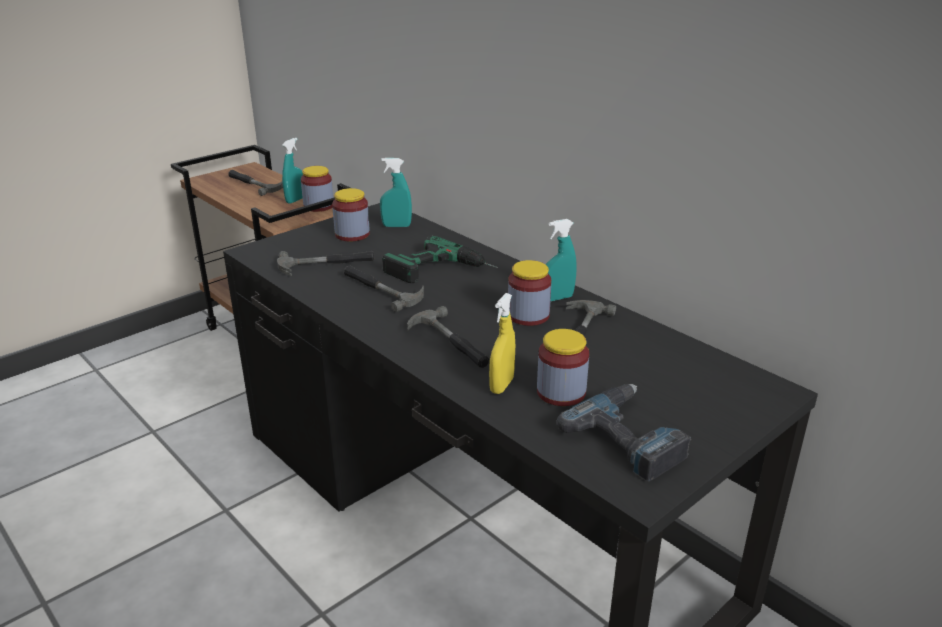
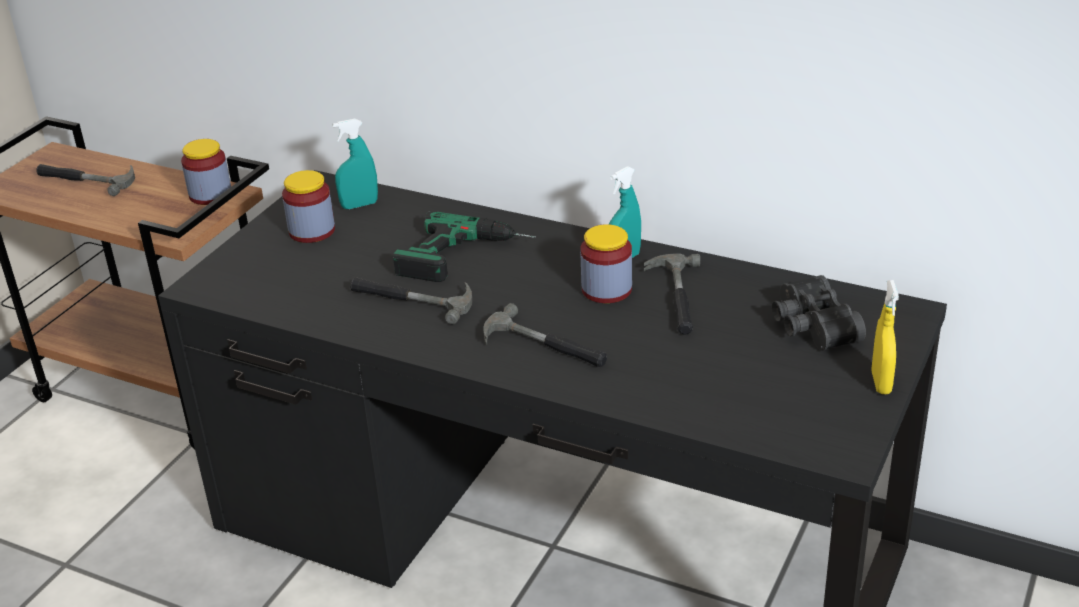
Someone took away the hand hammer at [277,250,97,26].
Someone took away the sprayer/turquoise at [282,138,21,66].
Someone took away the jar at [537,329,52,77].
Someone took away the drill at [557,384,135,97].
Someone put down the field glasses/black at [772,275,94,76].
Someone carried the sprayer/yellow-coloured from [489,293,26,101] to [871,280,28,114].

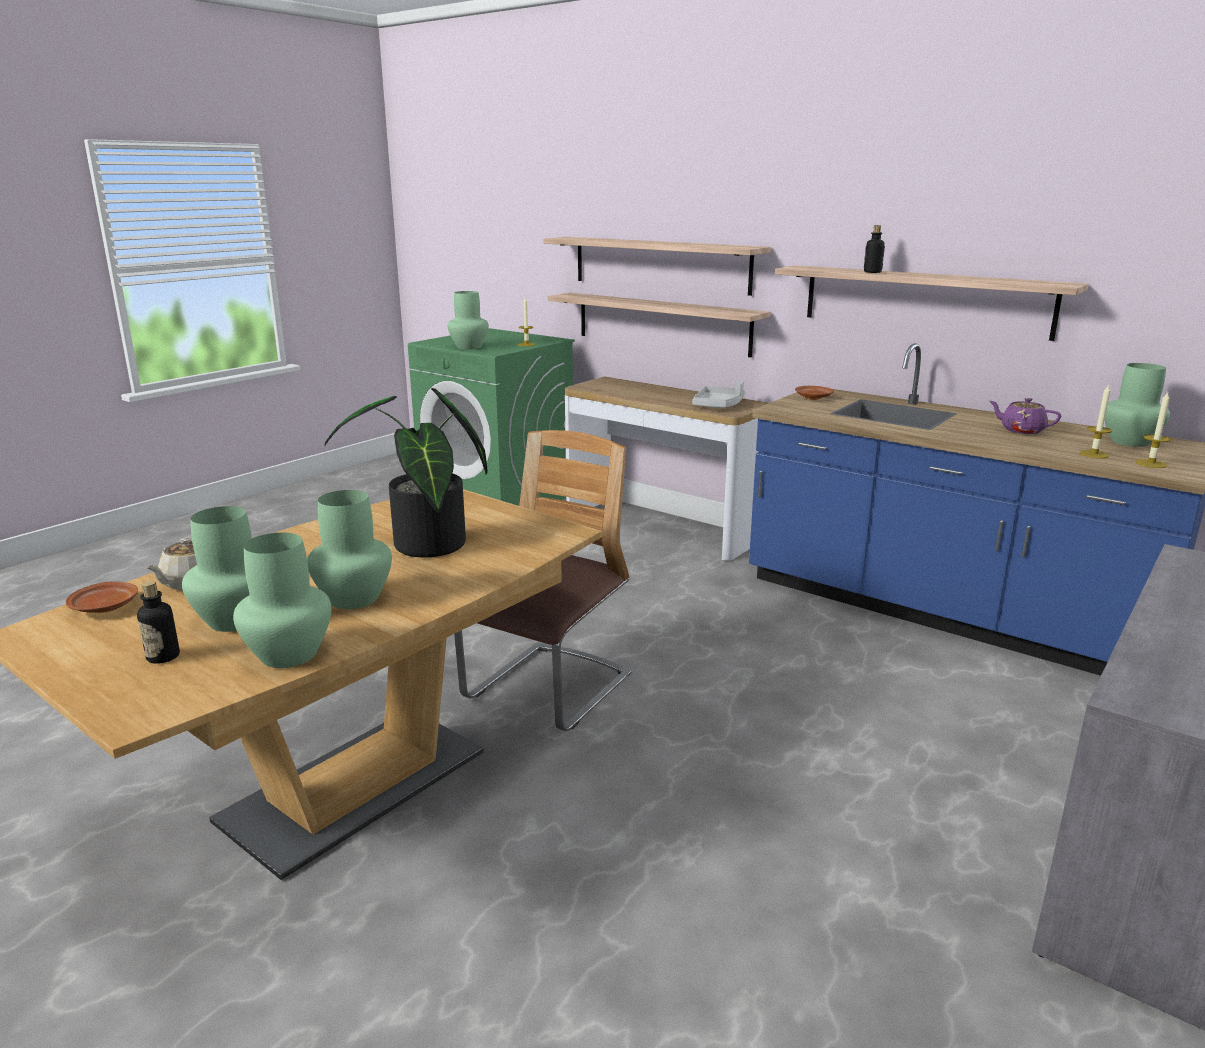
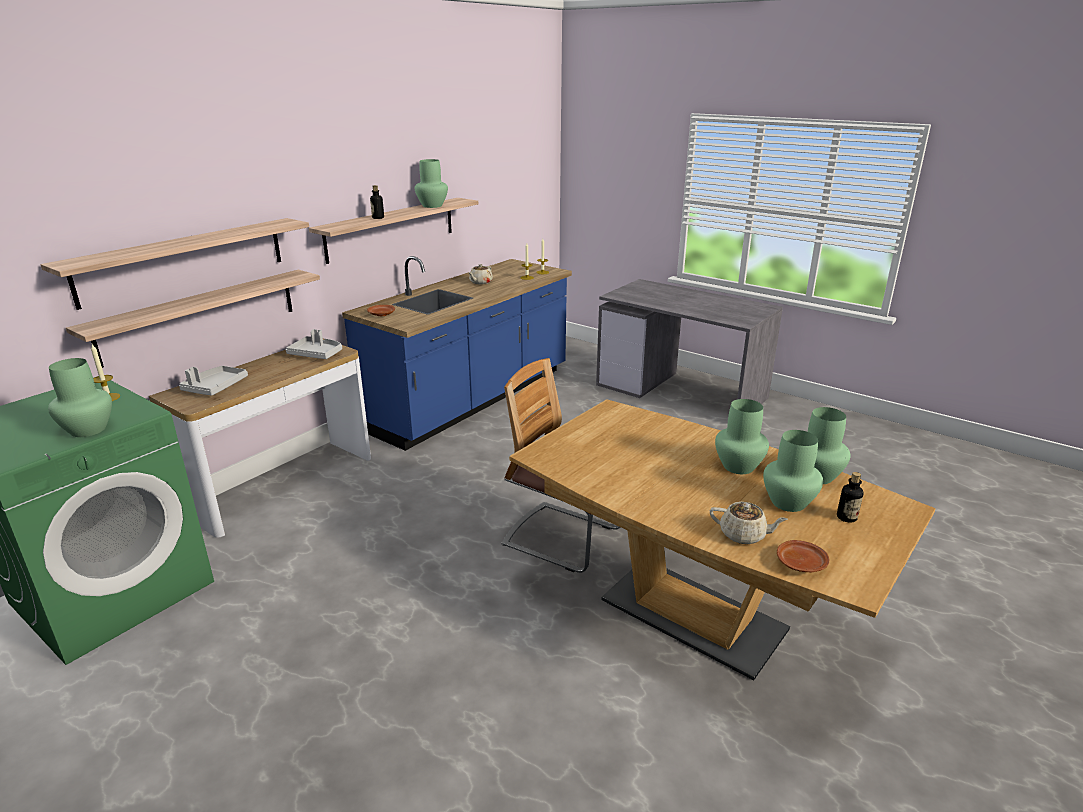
Someone took away the houseplant at [324,388,163,169].
Someone put down the serving tray/grey at [179,366,69,30].
Someone carried the vase/green from [1104,363,66,84] to [415,159,33,49].
Someone repainted the tea pot/purplish at [989,398,72,36], which became the tea pot/beige-coloured at [469,264,24,20].

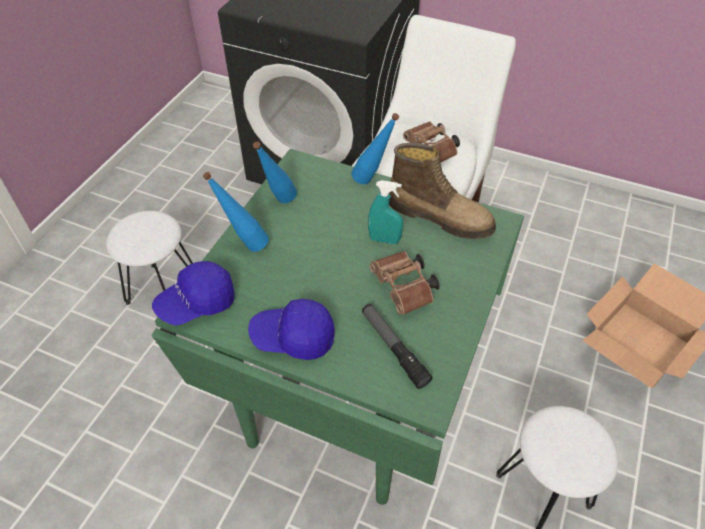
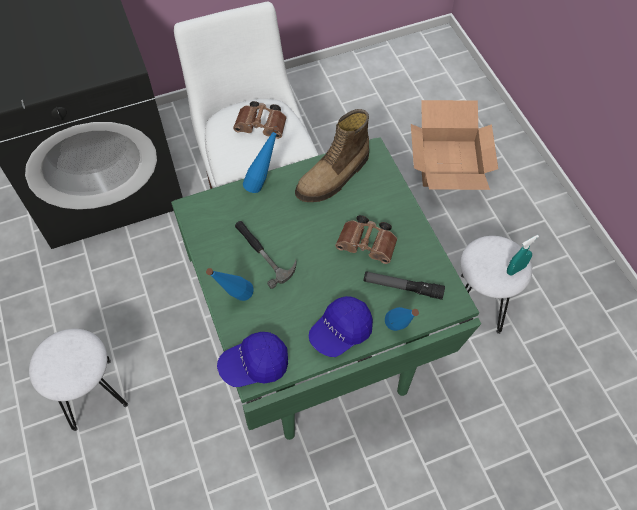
Someone put down the hand hammer at [235,221,62,68].
Someone carried the beverage bottle/bluish from [253,142,44,61] to [385,307,34,24].
Someone carried the sprayer/turquoise from [368,180,35,64] to [507,235,32,41].
Someone rotated the baseball cap/bluish at [152,261,83,64] by 60 degrees clockwise.
Someone rotated the high-top boot at [389,143,107,96] by 150 degrees clockwise.

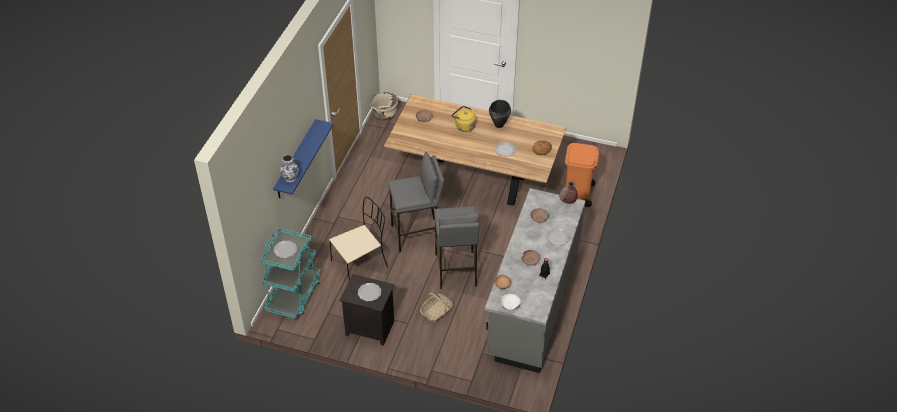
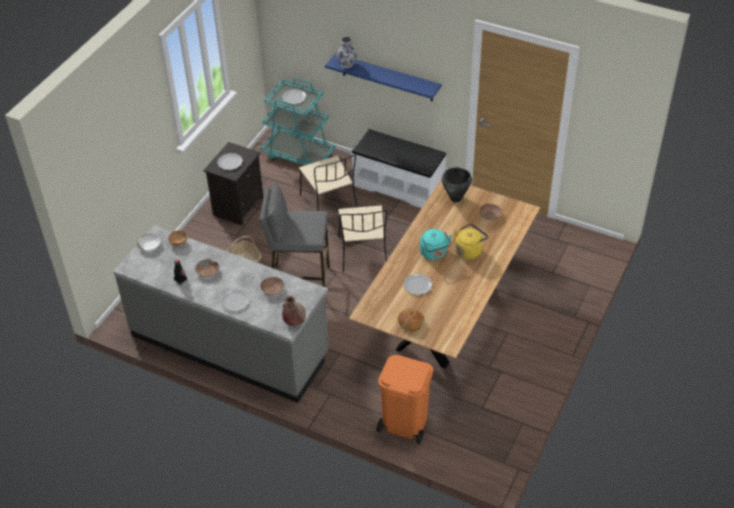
Someone took away the planter/beige-coloured at [370,92,28,28].
Someone put down the bench/whitish at [351,129,95,79].
Someone put down the water kettle/turquoise at [420,229,32,31].
Someone carried the cooking pot/black from [489,100,22,28] to [442,167,30,35].
Someone swapped the sitting stool/grey at [388,152,56,100] for the upright chair/beige-coloured at [338,205,49,67].

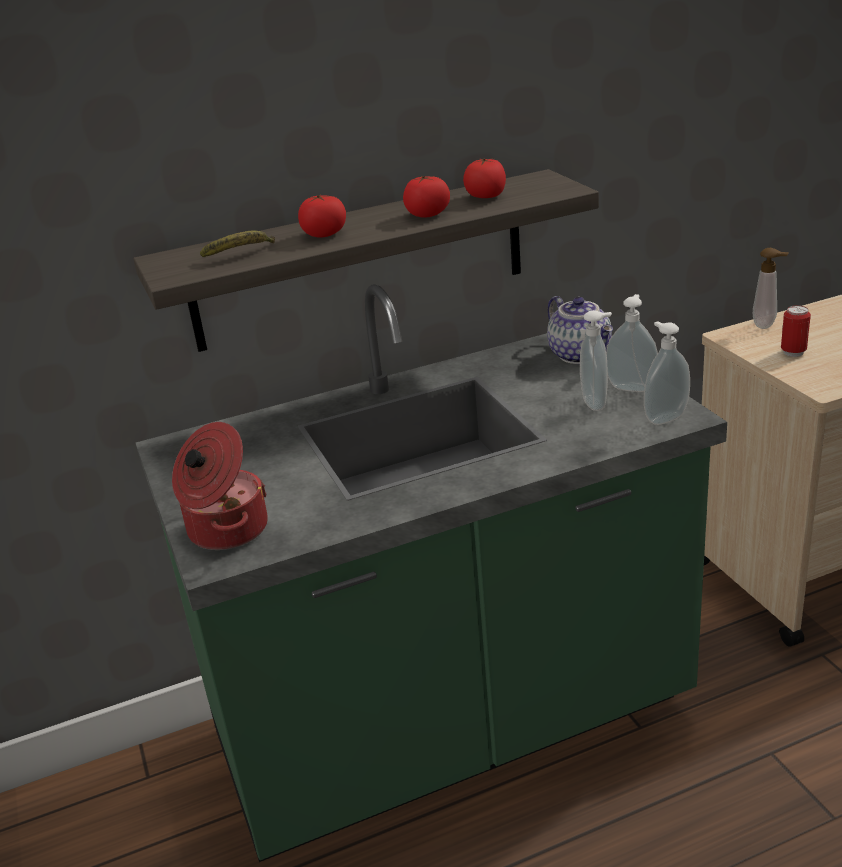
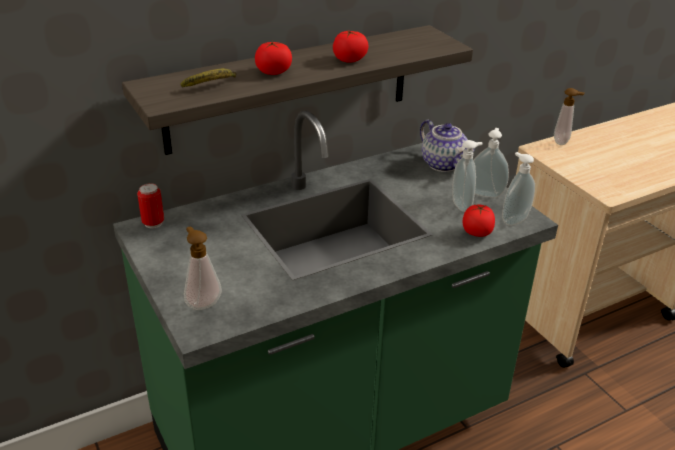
Someone carried the tomato from [463,158,43,40] to [463,204,32,33].
Someone carried the can from [781,305,30,52] to [137,183,27,46].
Someone swapped the cooking pot at [172,422,96,128] for the soap dispenser at [184,226,38,84].

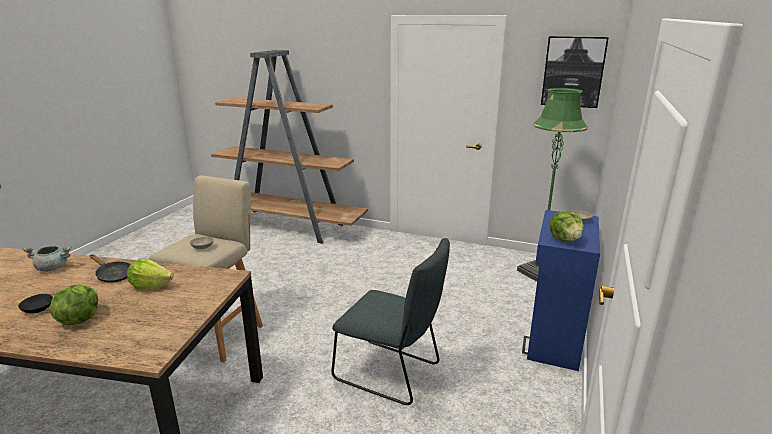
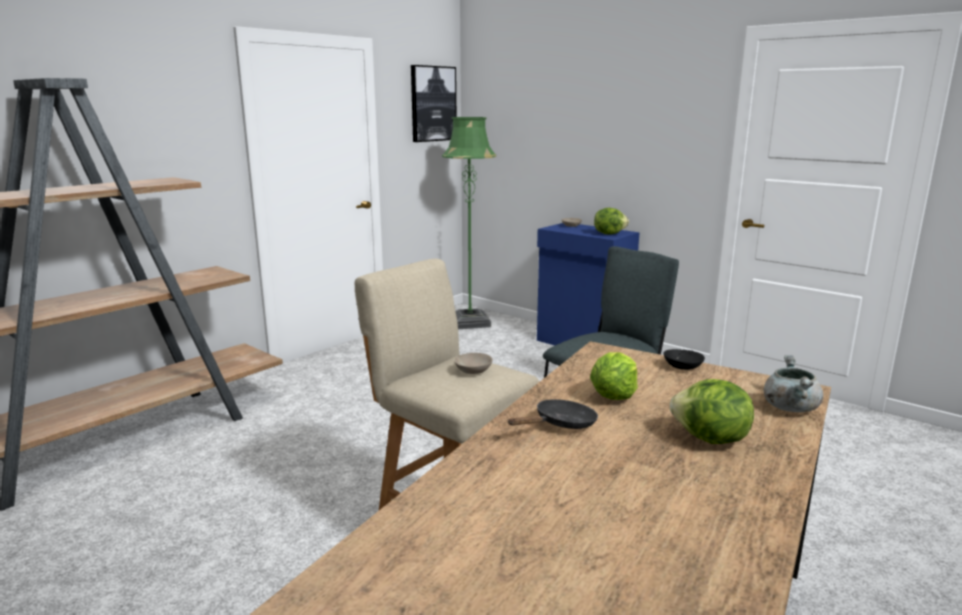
Someone carried the bowl/black from [18,294,35,19] to [664,349,41,21].
Someone carried the cooking pot/grey from [23,246,49,26] to [764,355,59,57].

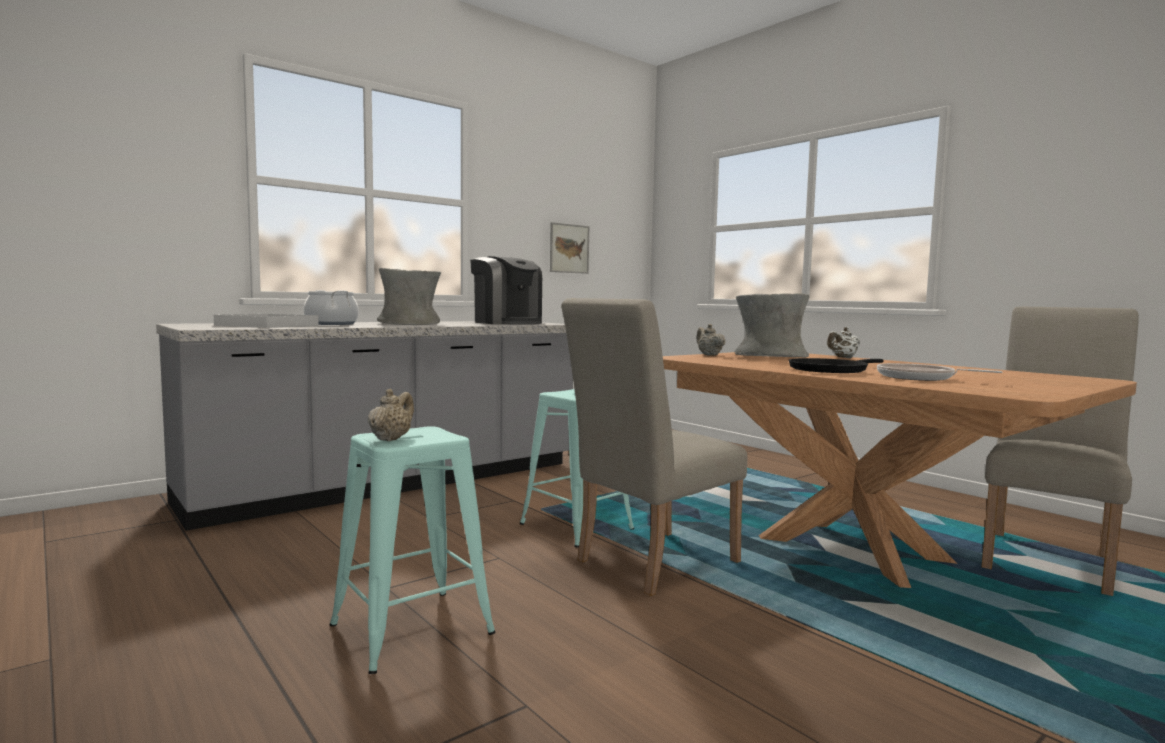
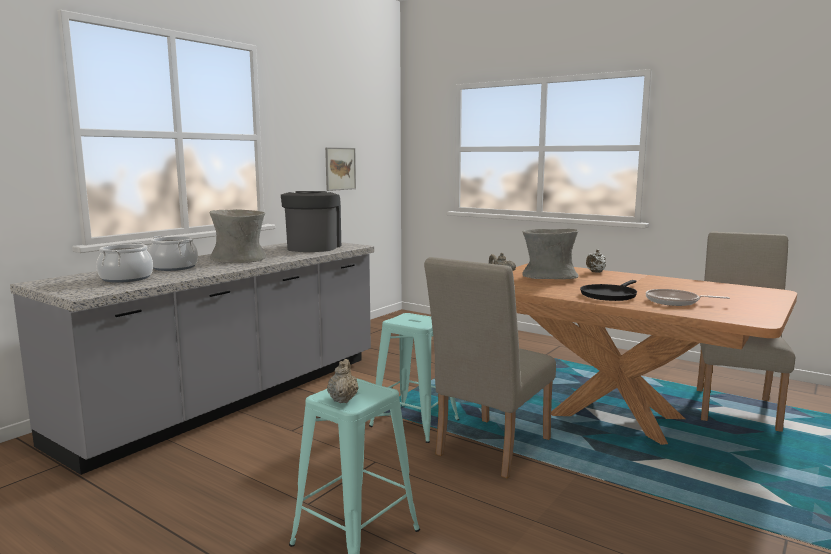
Someone swapped the serving tray/whitish at [214,314,105,14] for the cooking pot at [96,242,57,41].
Someone rotated the coffee maker at [470,256,72,69] by 120 degrees counterclockwise.

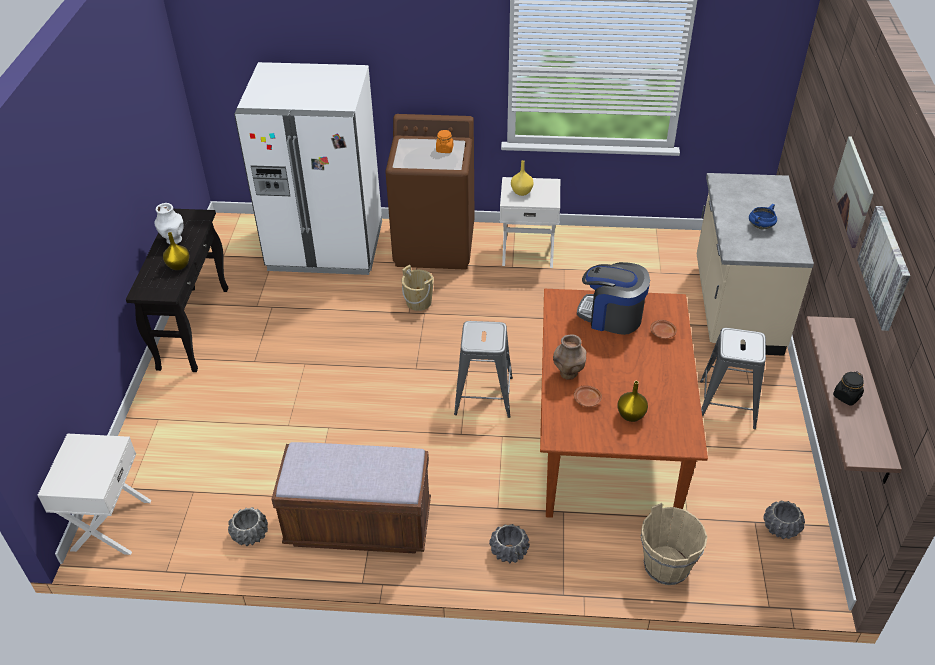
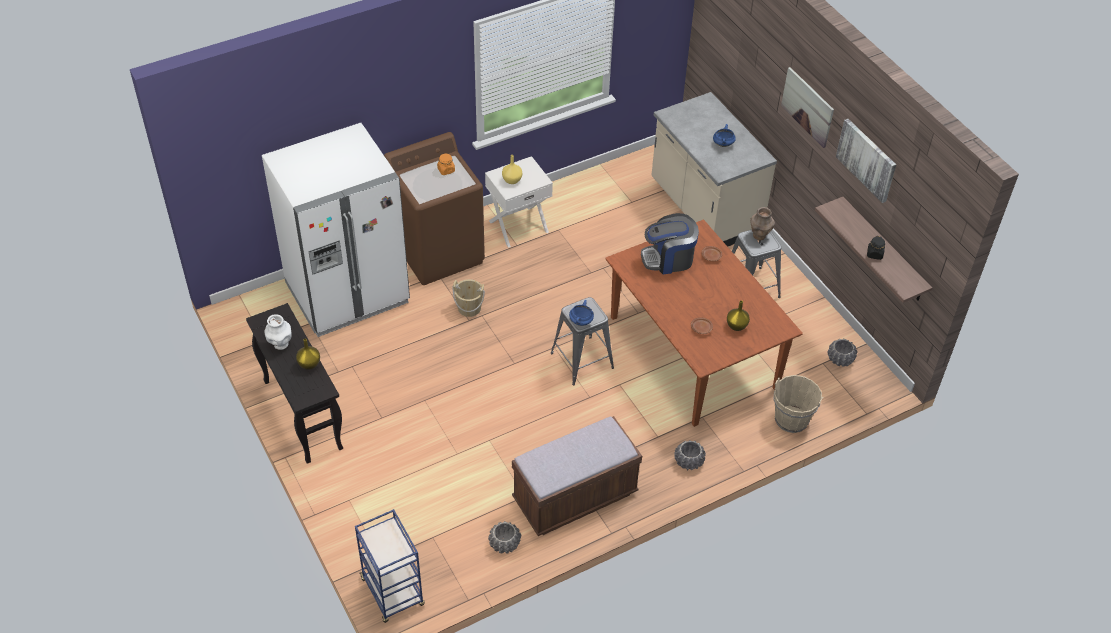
Someone put down the cooking pot/bluish at [569,300,25,26].
Someone carried the vase/brown from [553,334,33,46] to [750,207,25,33].
Someone swapped the nightstand/whitish at [37,433,114,122] for the trolley/bluish at [355,509,70,114].

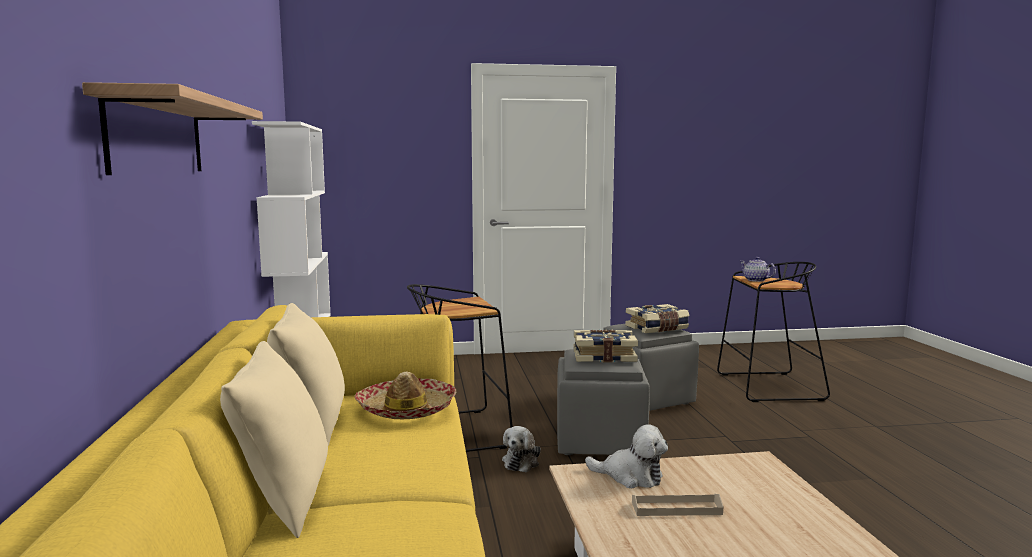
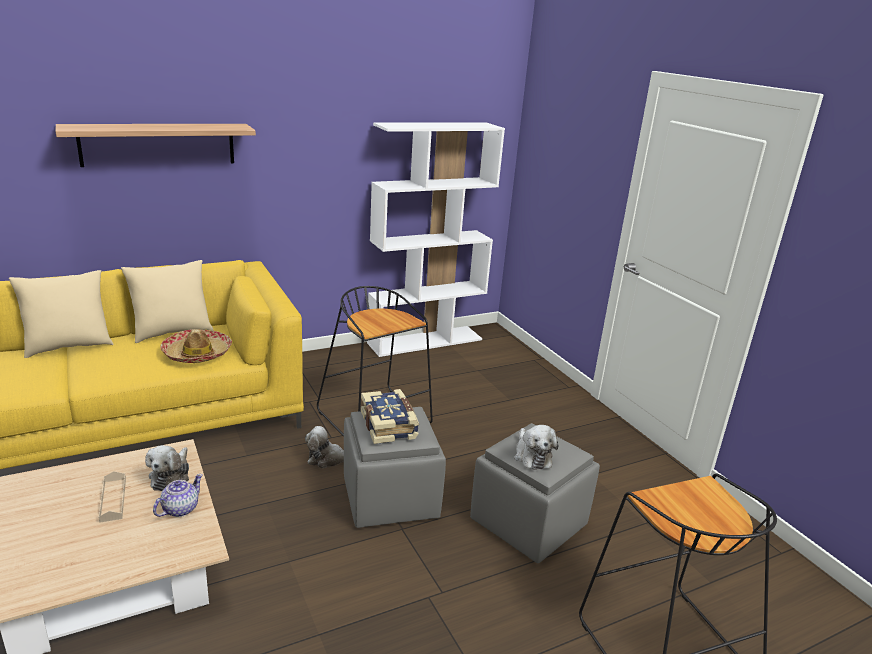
Someone carried the tea pot from [740,257,36,25] to [153,474,50,43].
Someone swapped the volume at [625,304,65,29] for the soft toy at [514,425,44,45].

